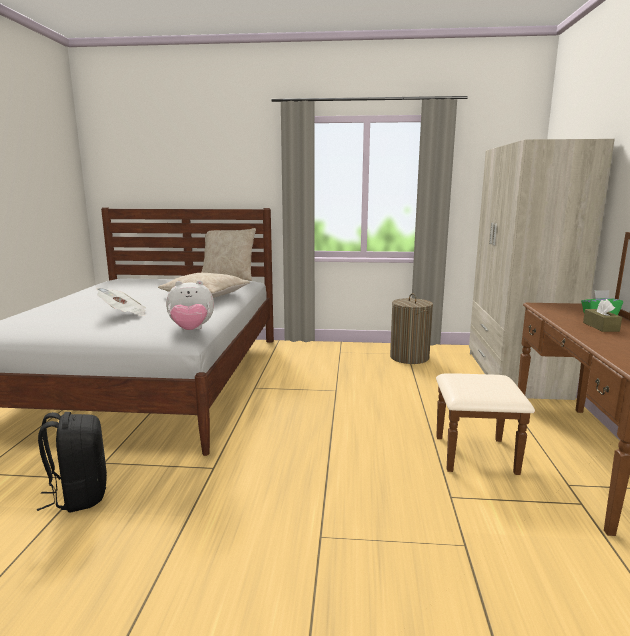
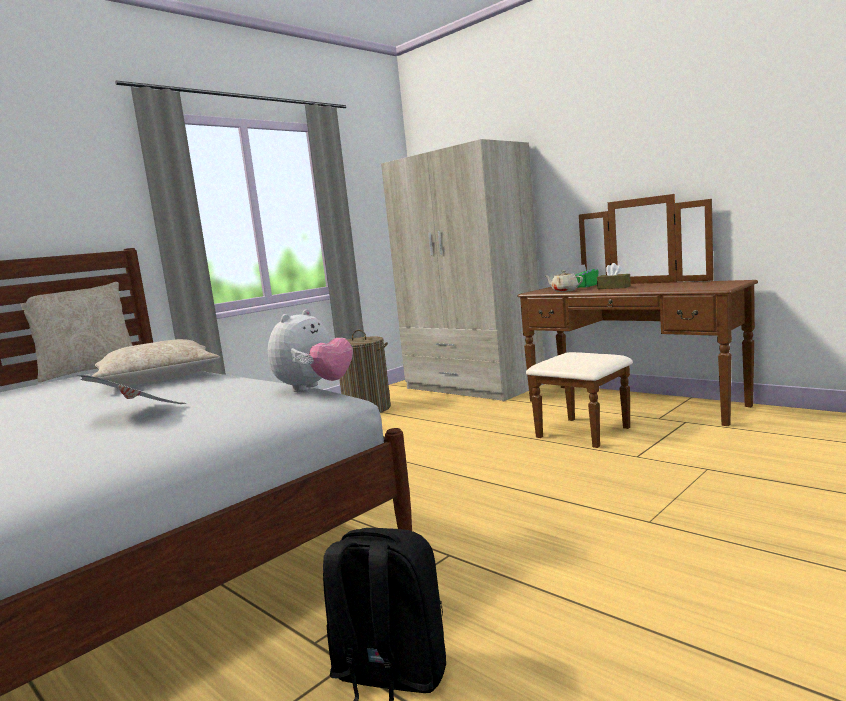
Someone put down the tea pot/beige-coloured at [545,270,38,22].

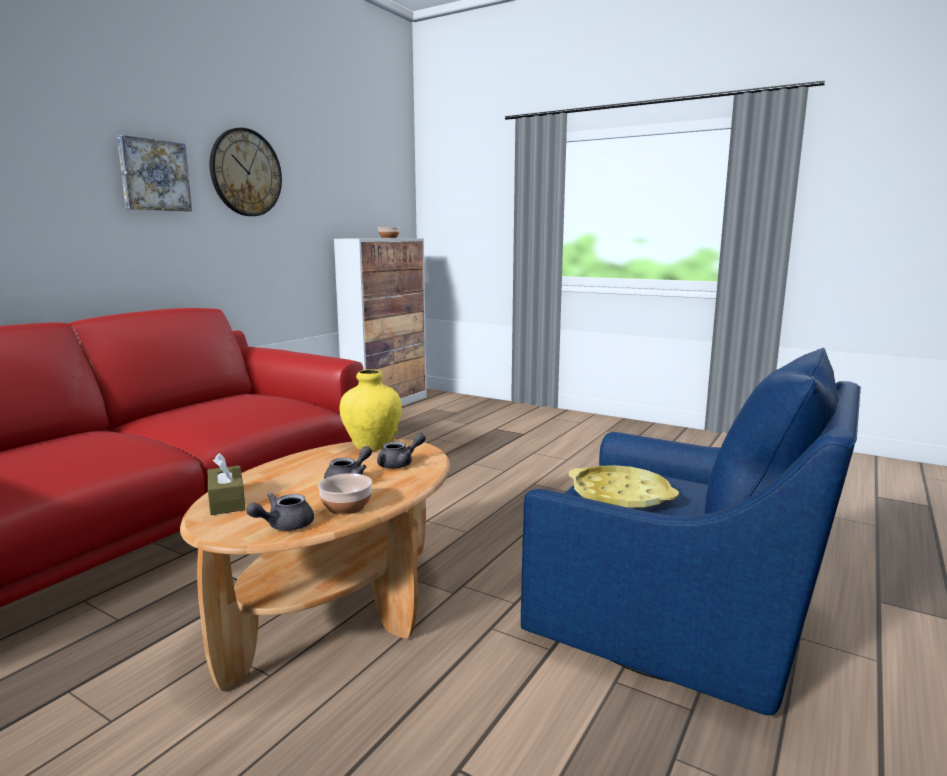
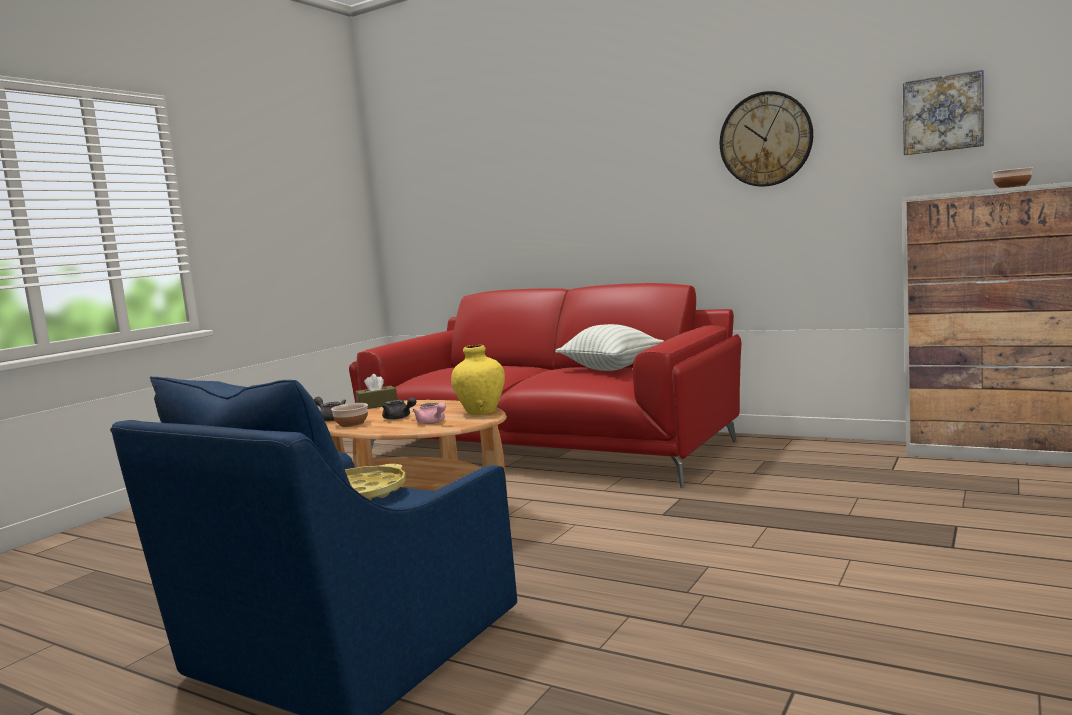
Someone put down the cushion at [555,324,109,47].
Someone carried the picture from [117,135,75,77] to [903,69,81,86].
Someone repainted the tea pot/grey at [377,433,49,36], which became the tea pot/pink at [412,402,34,22].

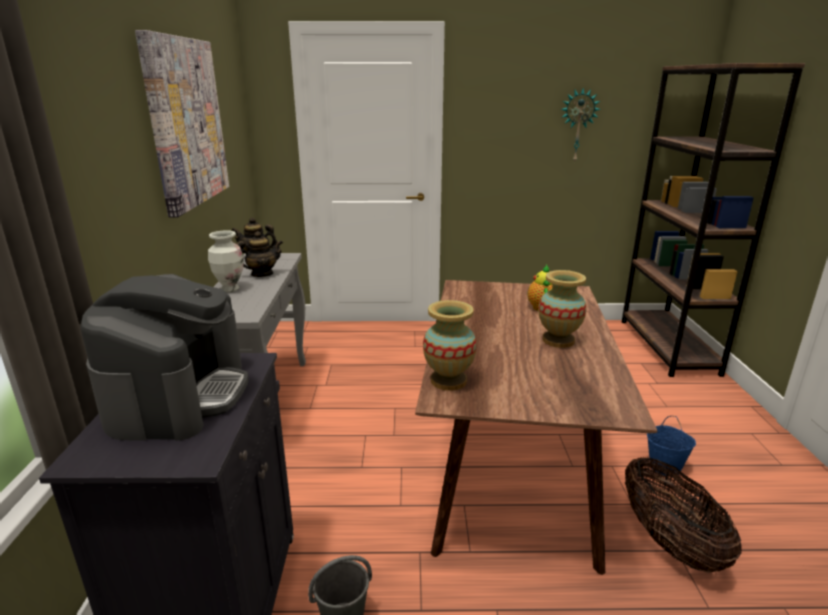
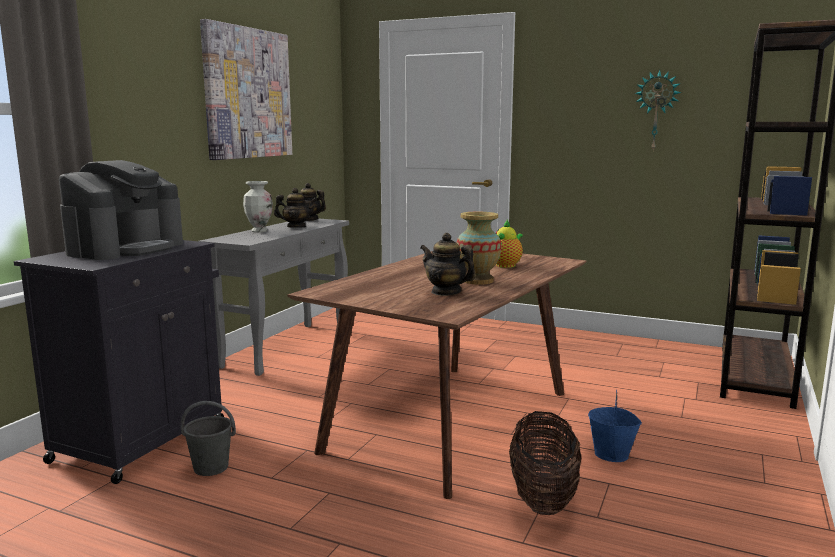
Someone took away the vase at [423,300,54,91].
Someone put down the tea pot at [420,233,55,63].

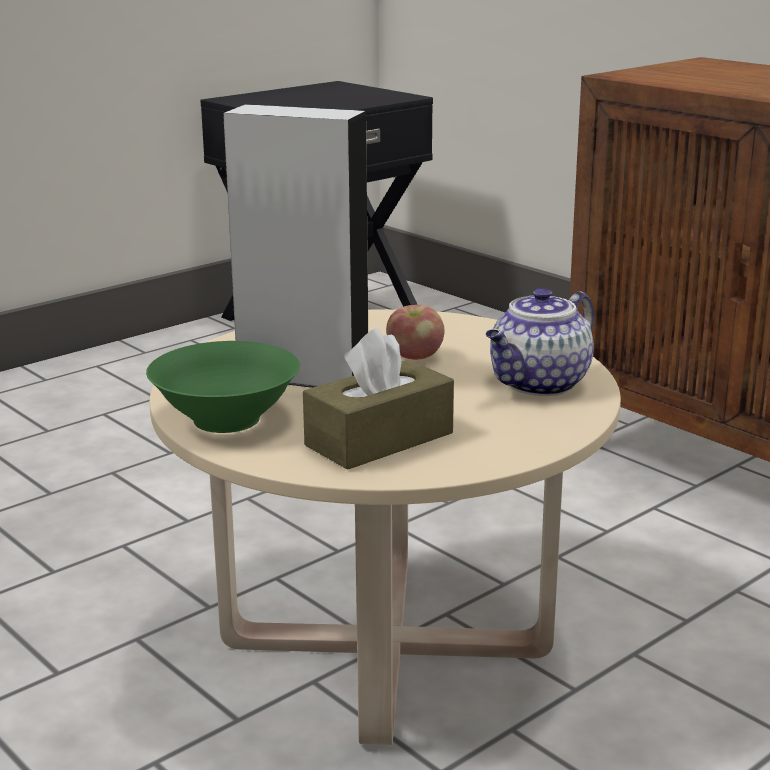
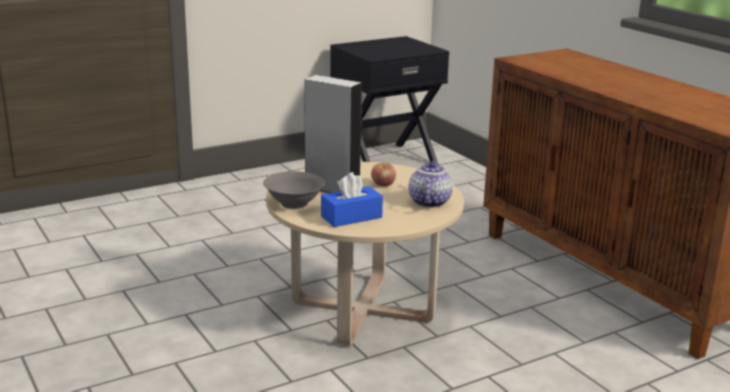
Someone repainted the bowl/green at [146,341,154,92], which became the bowl/grey at [263,172,62,37].
Someone repainted the tissue holder/brown at [303,327,151,143], which became the tissue holder/bluish at [321,172,62,55].
Someone rotated the tea pot at [486,288,108,108] by 135 degrees clockwise.

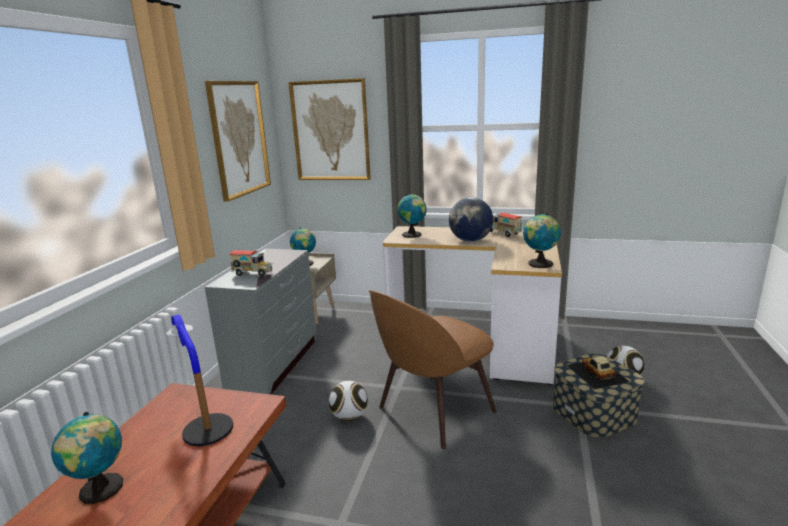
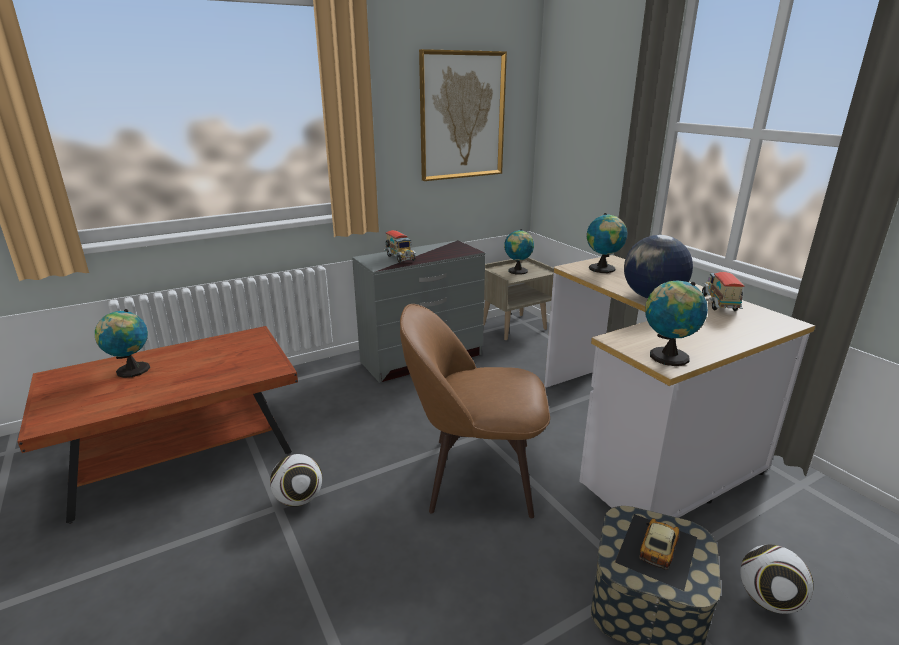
Someone took away the lamp for a table at [166,315,67,131].
Someone took away the picture at [288,78,83,102].
Someone carried the football ball from [329,381,39,40] to [270,454,52,53].

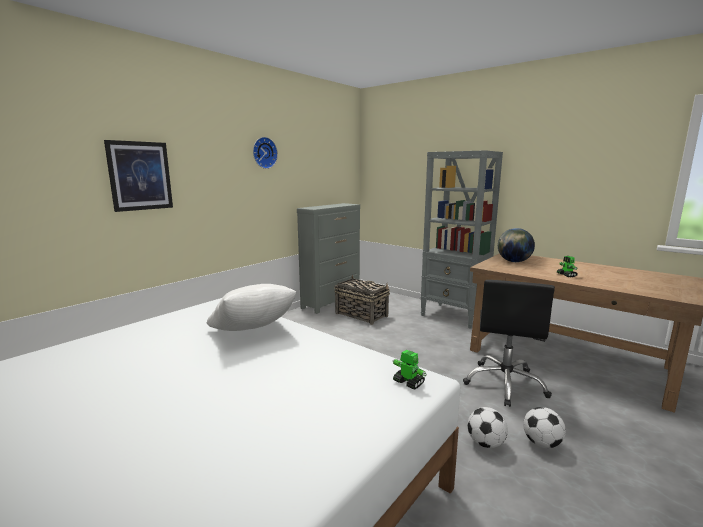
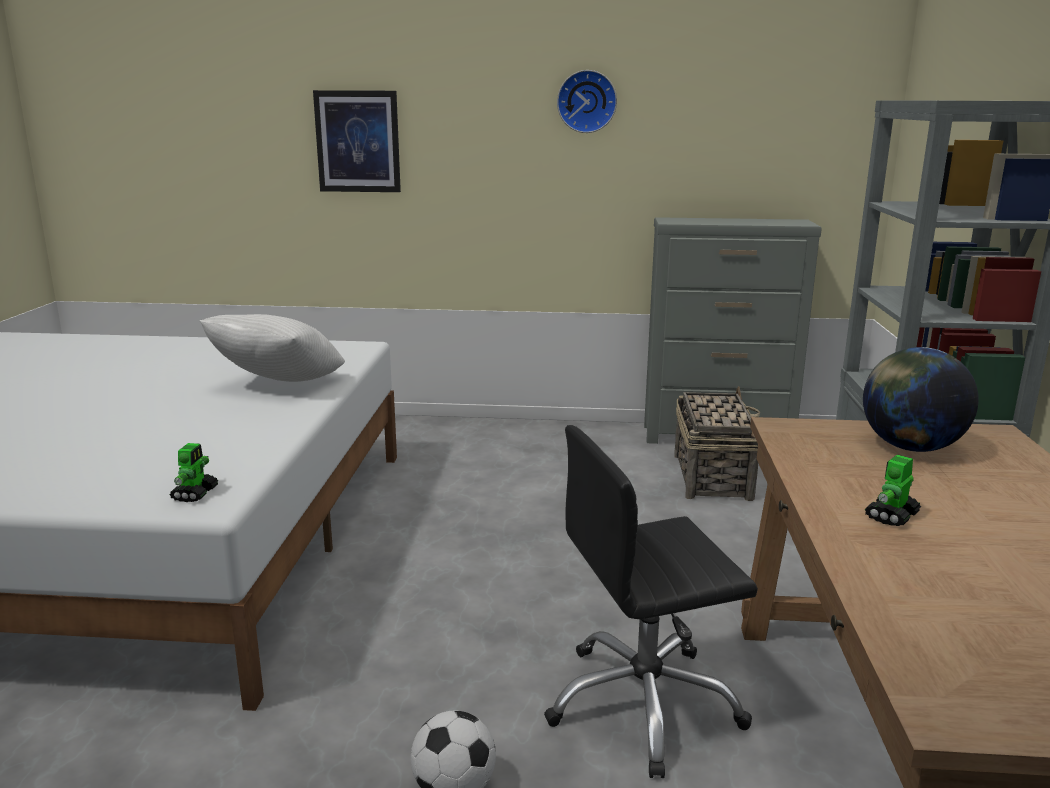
Someone took away the football ball at [467,407,41,41].

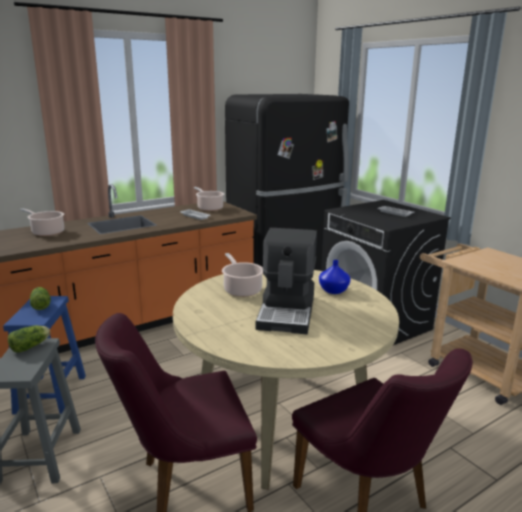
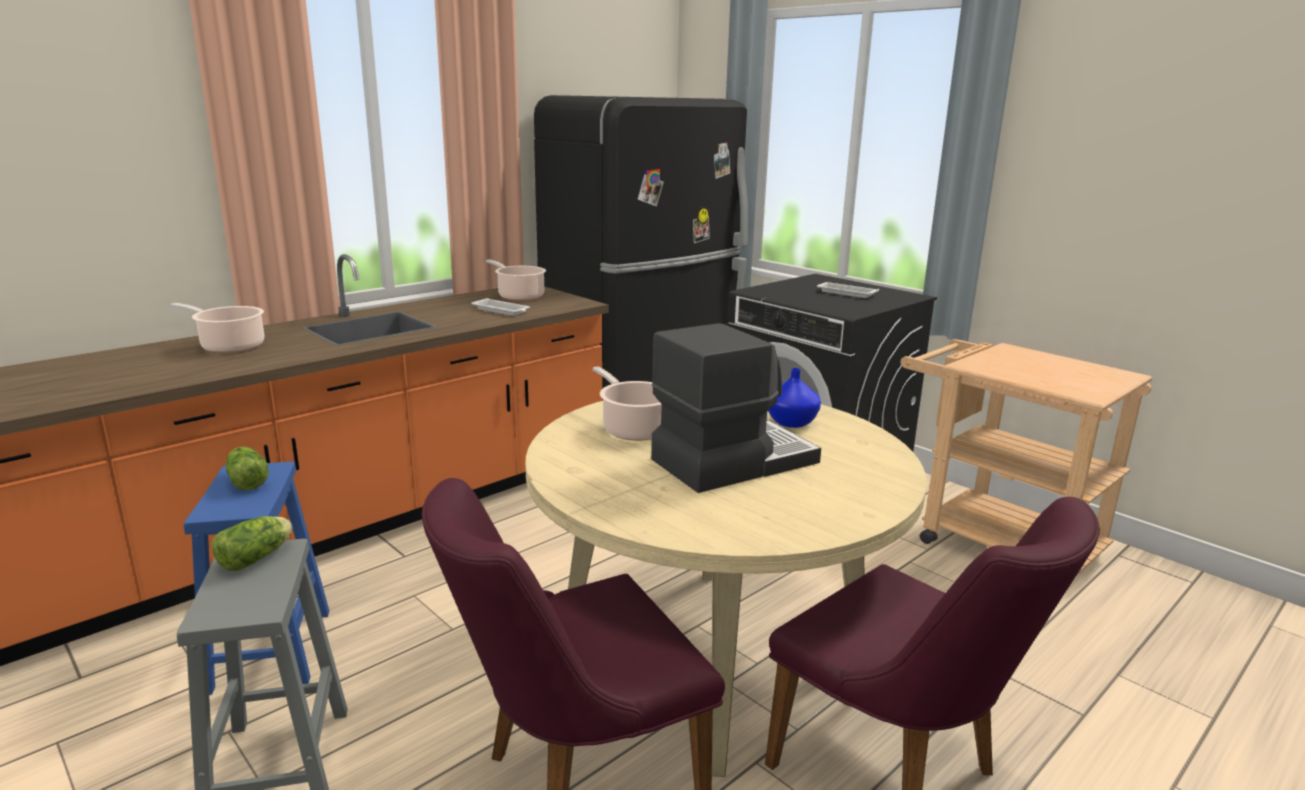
Someone rotated the coffee maker at [256,228,61,106] by 120 degrees counterclockwise.

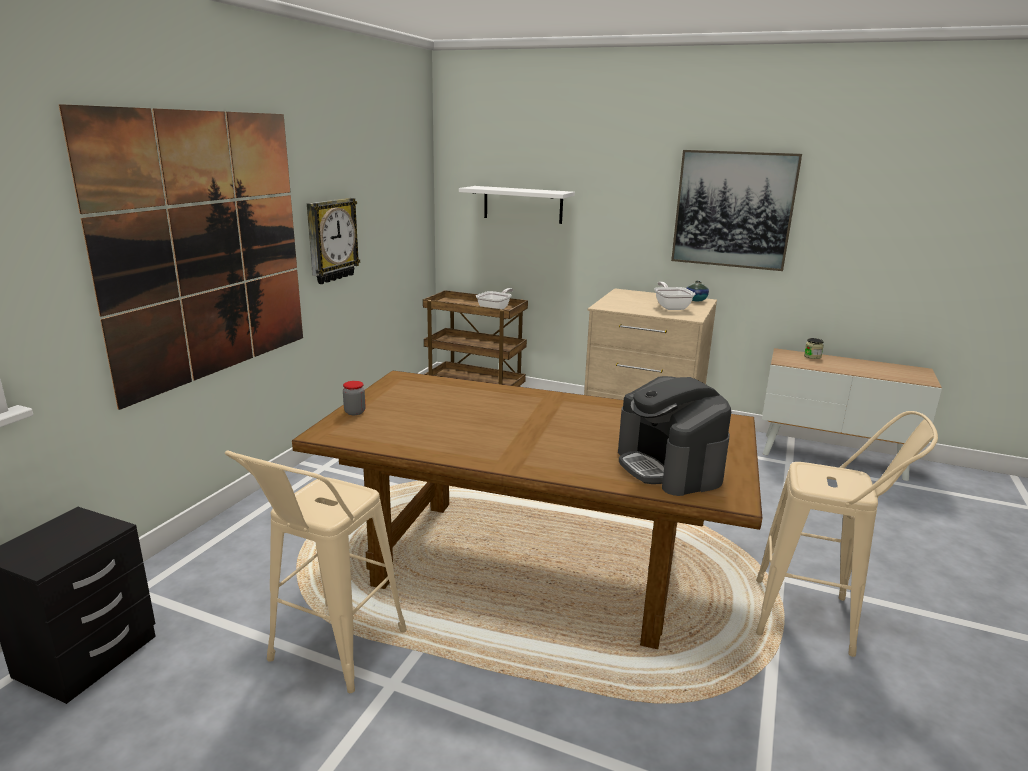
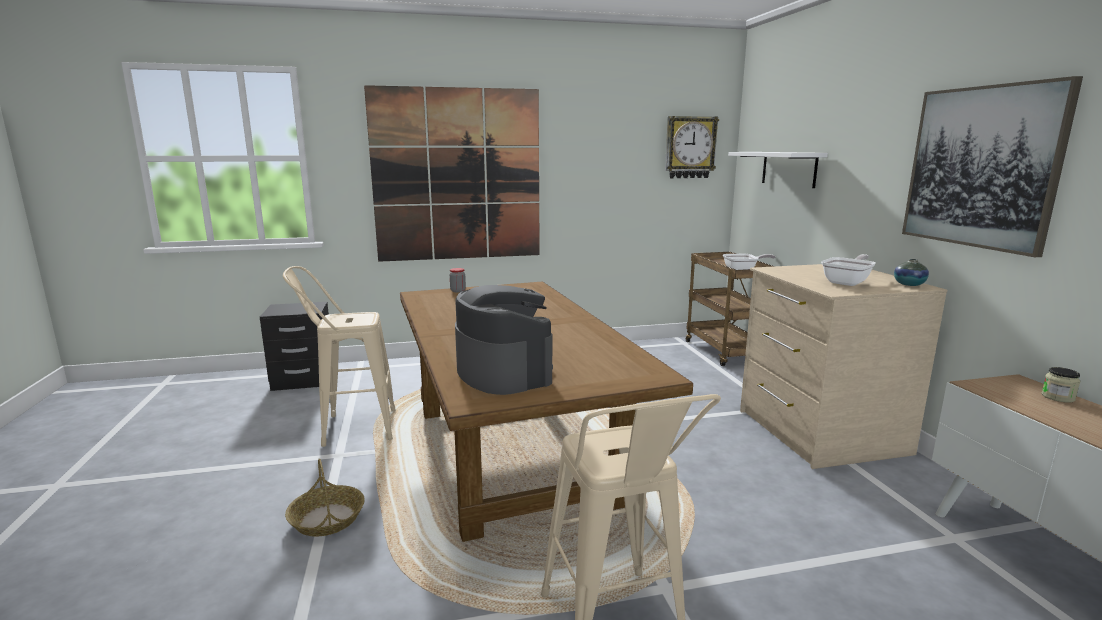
Someone put down the storage basket at [285,459,80,78].
Someone carried the hanging clock from [307,198,53,86] to [665,116,54,62].
Someone rotated the coffee maker at [618,376,113,120] by 120 degrees clockwise.

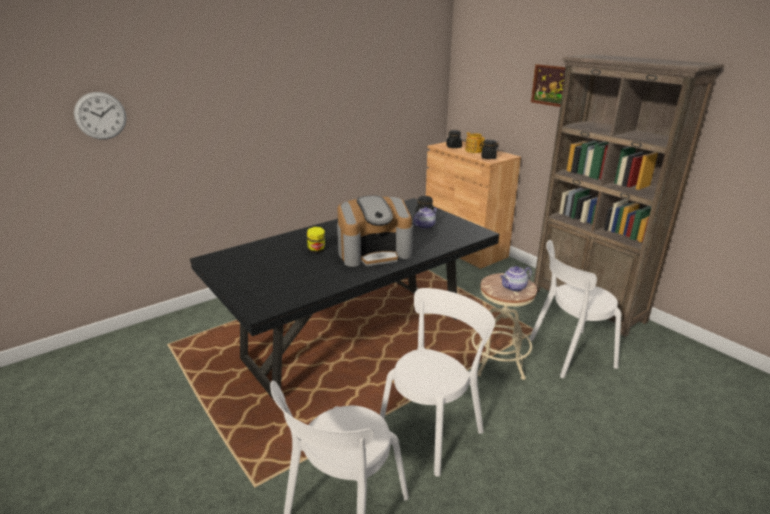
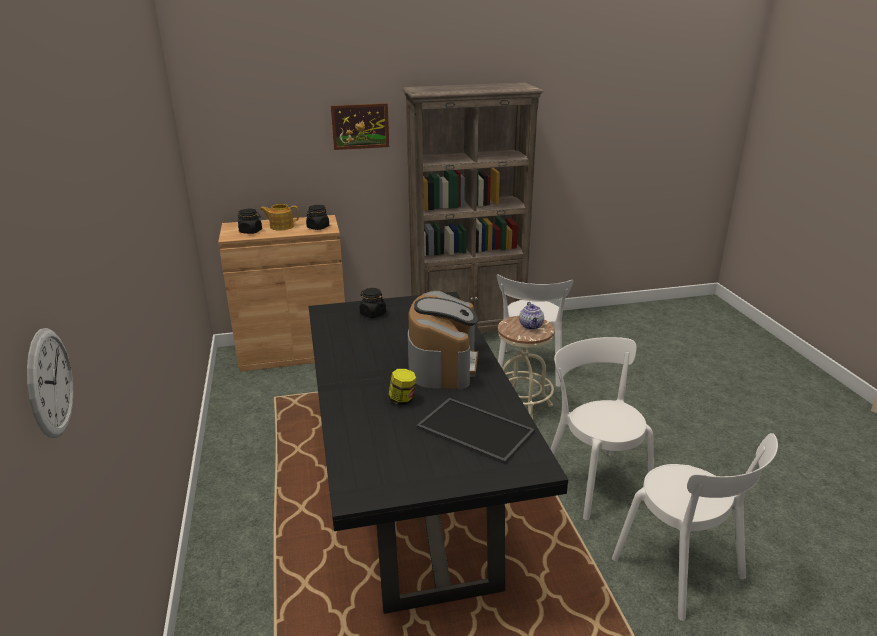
Someone took away the tea pot at [413,207,24,22].
Someone put down the serving tray at [416,398,119,66].

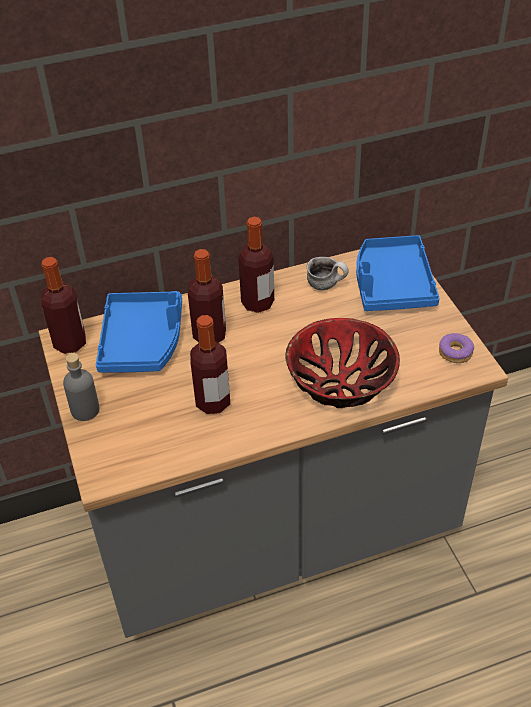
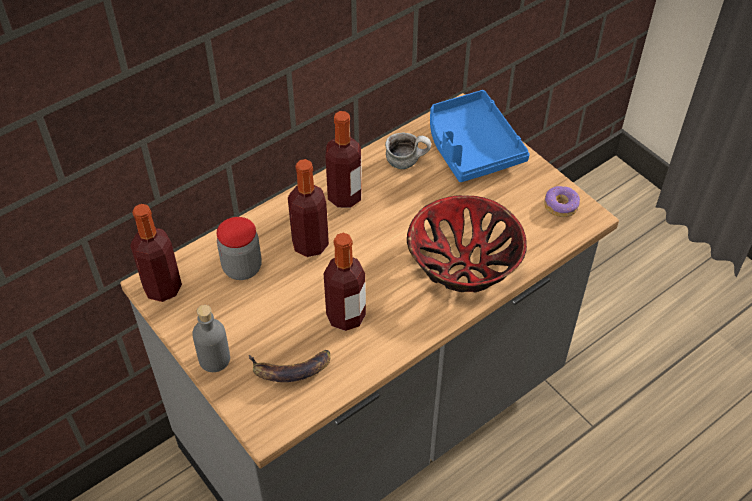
Someone put down the banana fruit at [249,350,82,32].
Someone swapped the serving tray/bluish at [96,291,86,81] for the jar at [217,217,45,63].

